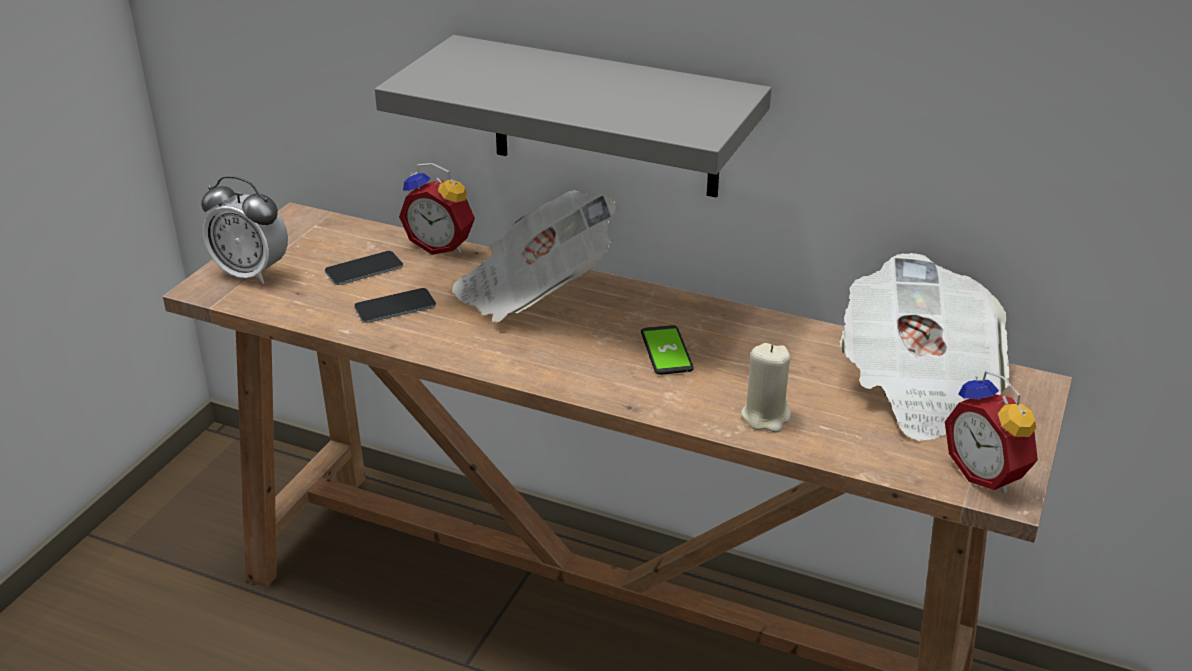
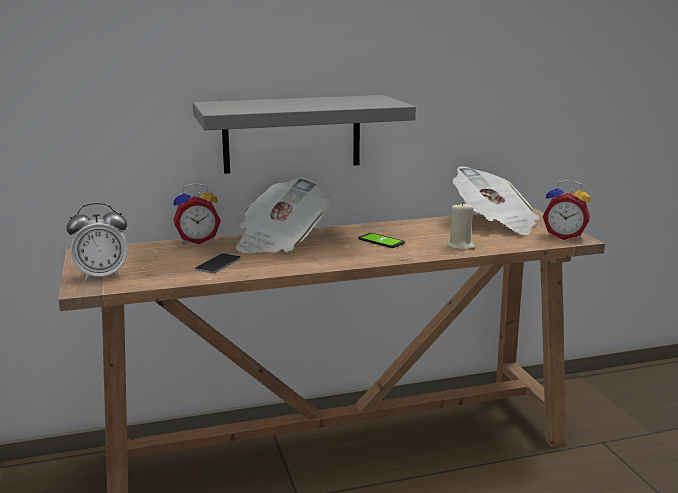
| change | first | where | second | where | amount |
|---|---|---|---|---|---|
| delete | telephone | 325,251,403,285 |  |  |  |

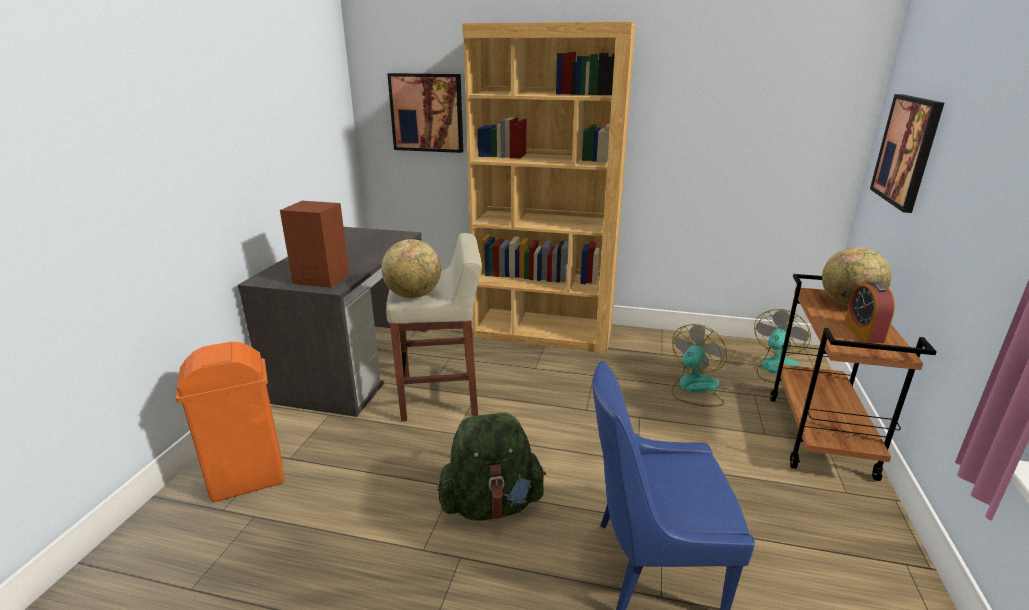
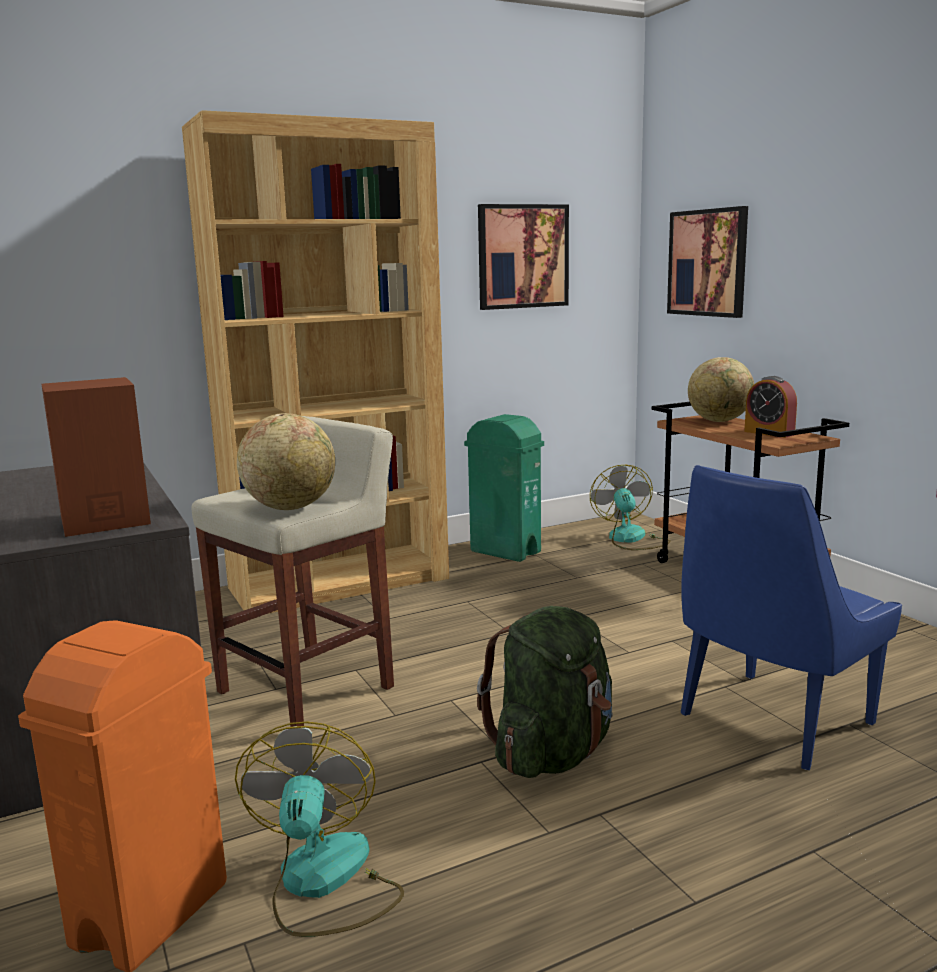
| change | first | where | second | where | amount |
|---|---|---|---|---|---|
| move | wall art | 387,73,463,153 |  | 478,204,569,310 |  |
| move | electric fan | 672,324,727,407 |  | 235,722,404,937 |  |
| insert |  |  | trash can in green | 464,414,544,562 |  |

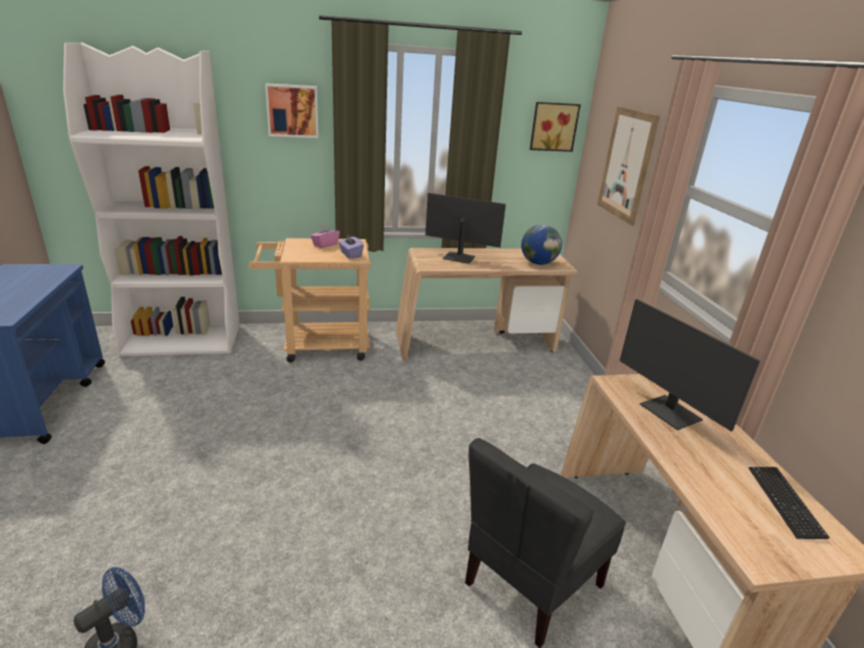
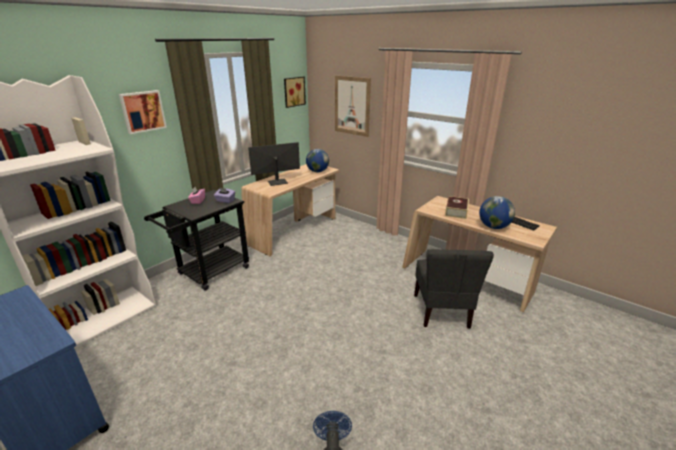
| change | first | where | second | where | amount |
|---|---|---|---|---|---|
| recolor | cart in beige | 248,238,372,363 | cart in black-coloured | 144,190,249,291 |  |
| replace | computer display | 620,299,760,431 | volume | 445,196,469,219 |  |
| insert |  |  | globe | 479,196,515,229 |  |

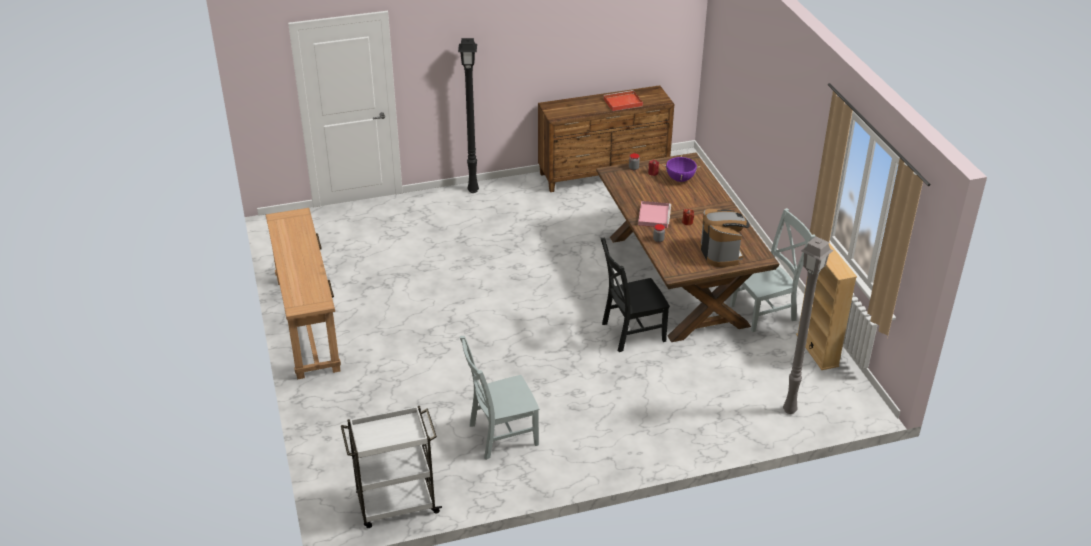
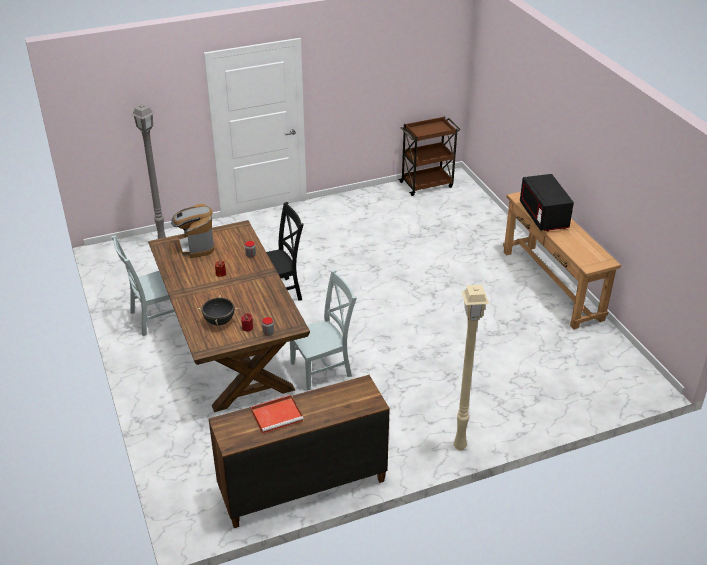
| change | first | where | second | where | amount |
|---|---|---|---|---|---|
| recolor | cart in whitish | 341,406,442,528 | cart in brownish | 398,117,461,196 |  |
| recolor | standing lamp in black-coloured | 458,38,479,193 | standing lamp in beige | 453,285,489,450 |  |
| move | plain chair in grey | 460,336,540,460 |  | 290,270,357,390 |  |
| delete | serving tray in pinkish | 638,201,671,228 |  |  |  |
| recolor | cooking pot in purple-coloured | 662,156,701,182 | cooking pot in black-coloured | 197,296,238,325 |  |
| delete | bookcase in beige | 796,243,857,370 |  |  |  |
| insert |  |  | kitchen microwave in black-coloured | 520,174,574,232 |  |

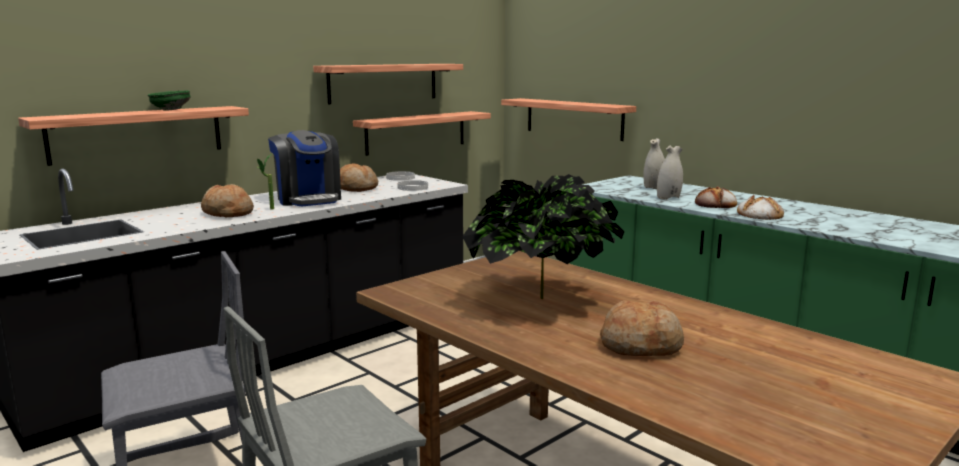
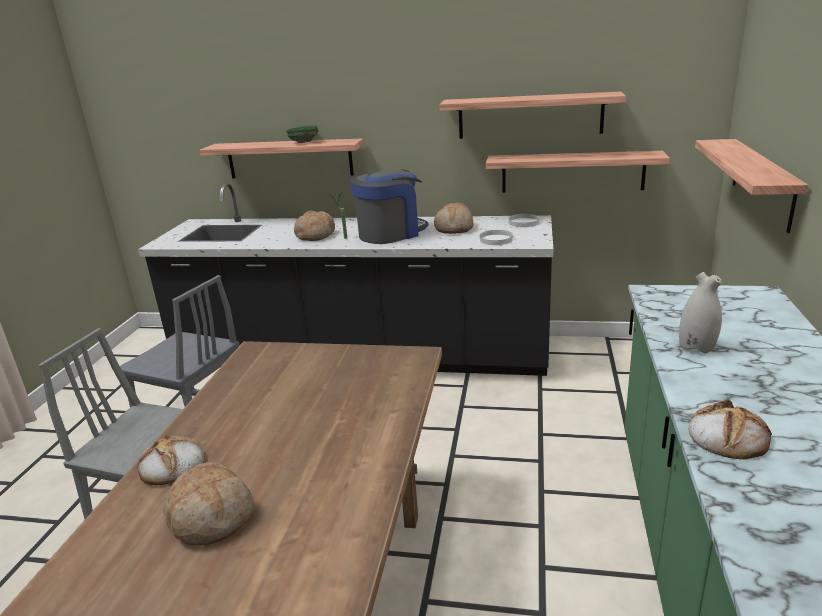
| change | first | where | second | where | amount |
|---|---|---|---|---|---|
| rotate | coffee brewer | 268,130,341,206 |  | 350,169,429,244 | 150 degrees counterclockwise |
| delete | plant in a pot | 462,174,625,299 |  |  |  |
| delete | vase in whitish | 643,138,665,189 |  |  |  |
| move | baked bread | 695,186,737,208 |  | 137,435,204,485 |  |

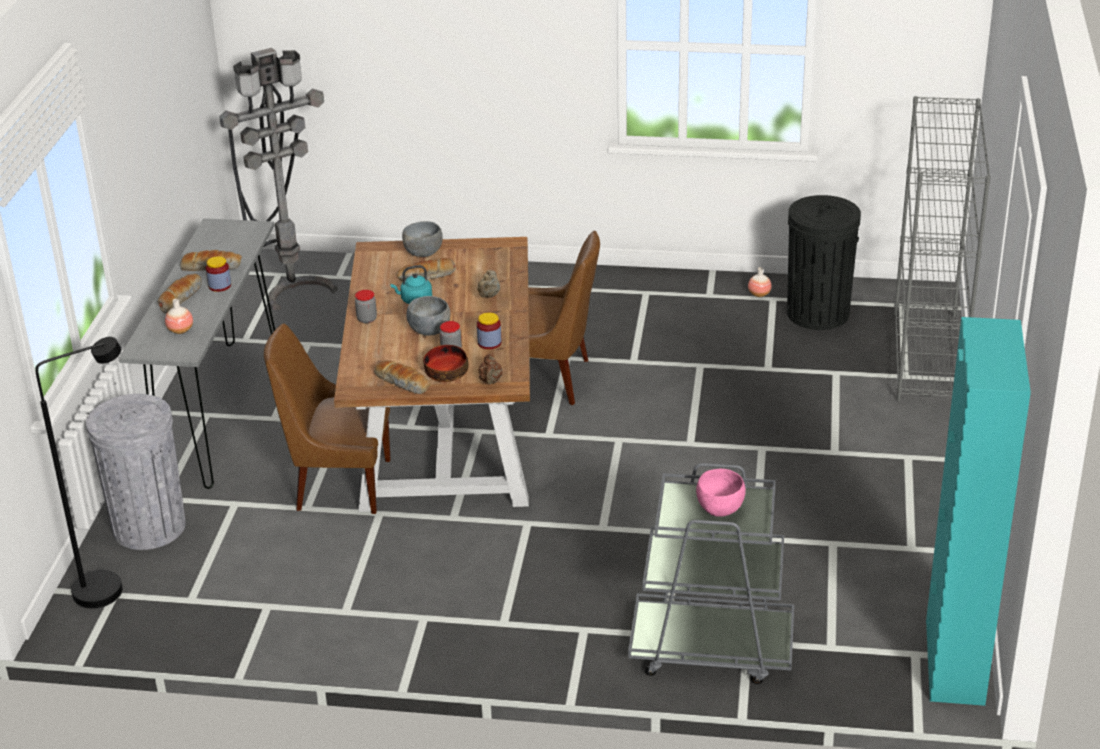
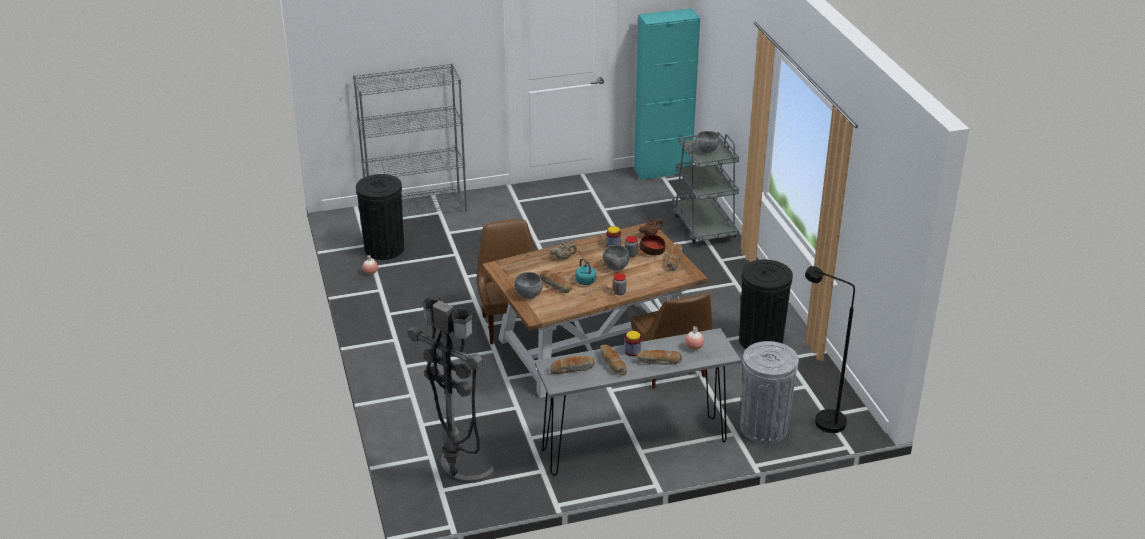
| change | first | where | second | where | amount |
|---|---|---|---|---|---|
| recolor | deep dish in pinkish | 696,469,746,517 | deep dish in grey | 695,131,719,153 |  |
| insert |  |  | baked bread | 550,356,595,374 |  |
| insert |  |  | trash can in black-coloured | 739,259,793,349 |  |

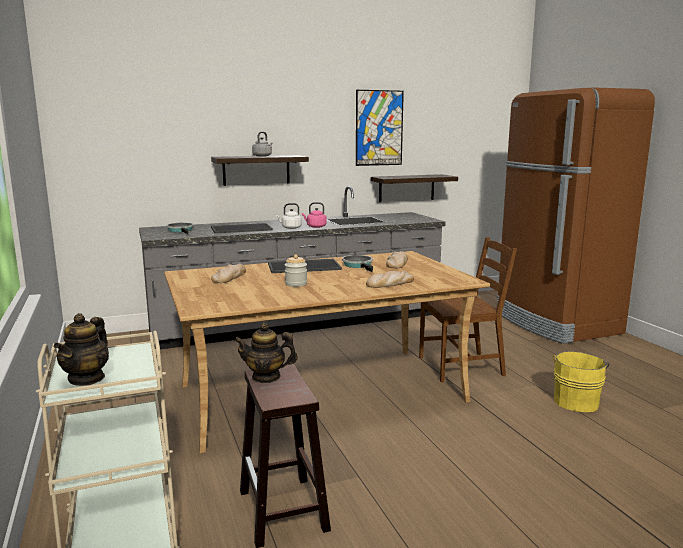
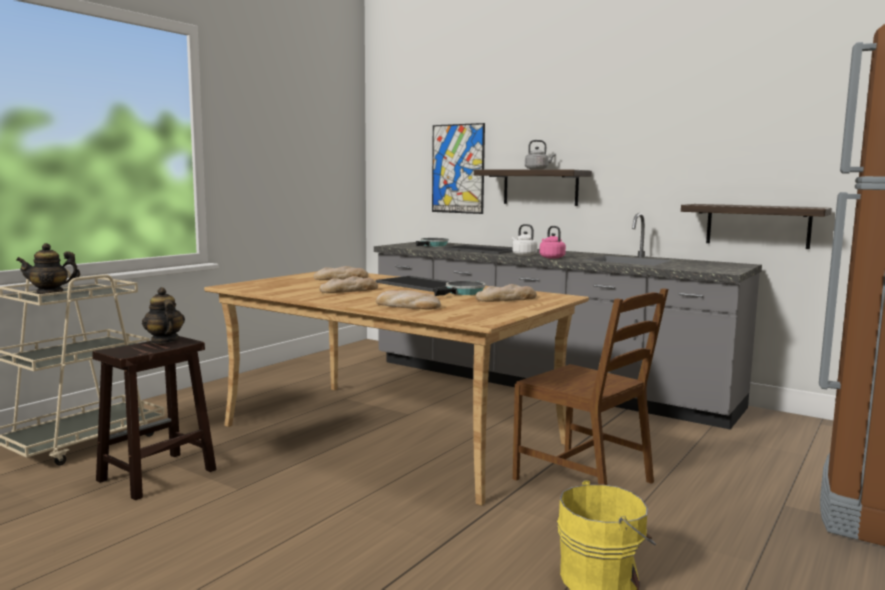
| change | first | where | second | where | amount |
|---|---|---|---|---|---|
| replace | preserve jar | 285,255,307,287 | baked bread | 319,276,378,293 |  |
| move | wall art | 356,90,404,166 |  | 432,123,485,214 |  |

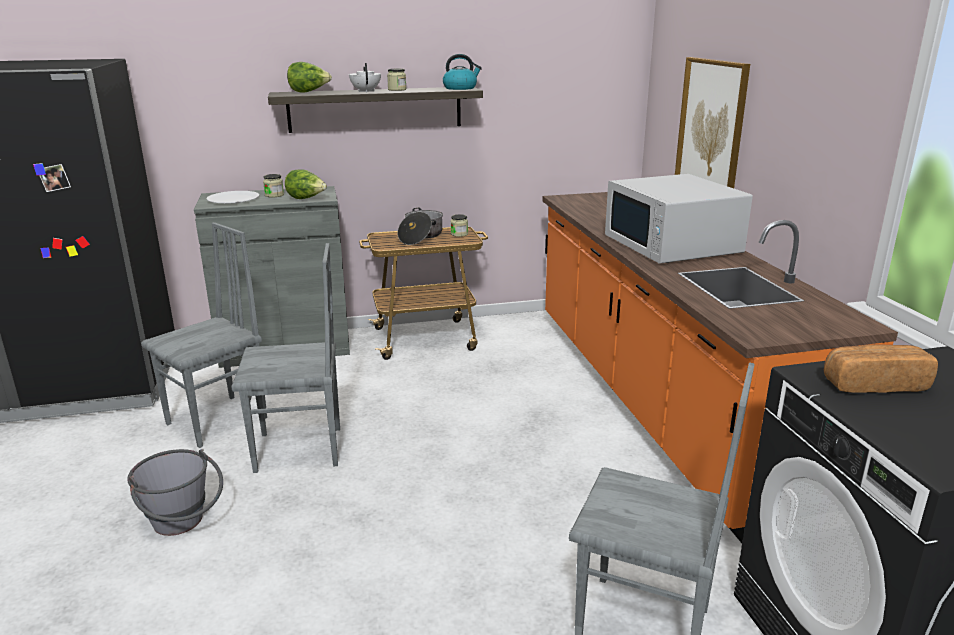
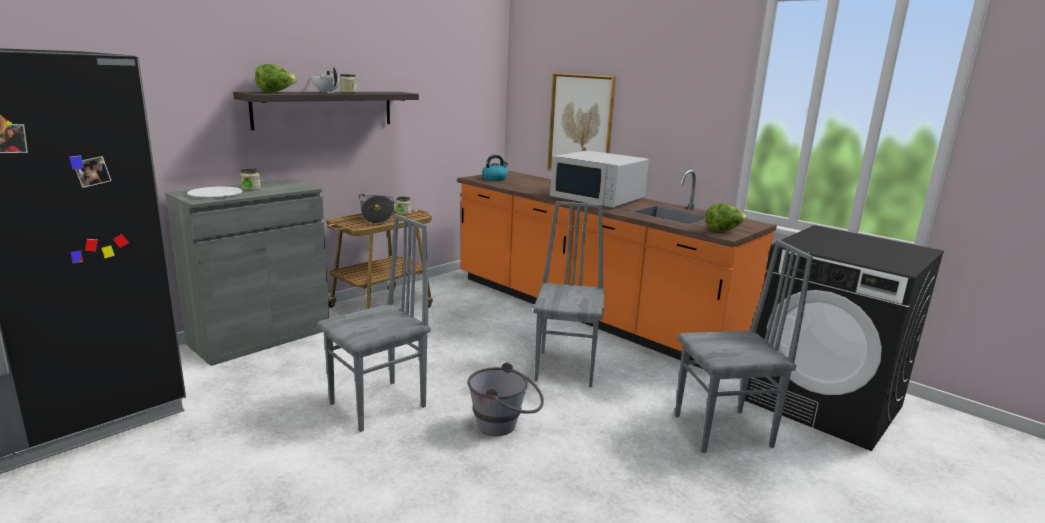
| change | first | where | second | where | amount |
|---|---|---|---|---|---|
| move | water bucket in grey | 127,449,223,536 |  | 467,362,544,436 |  |
| move | plain chair in grey | 141,222,267,448 |  | 533,201,604,387 |  |
| move | head of lettuce | 285,169,327,199 |  | 705,203,747,232 |  |
| move | kettle | 443,54,482,90 |  | 482,155,508,181 |  |
| delete | baked bread | 824,344,938,393 |  |  |  |

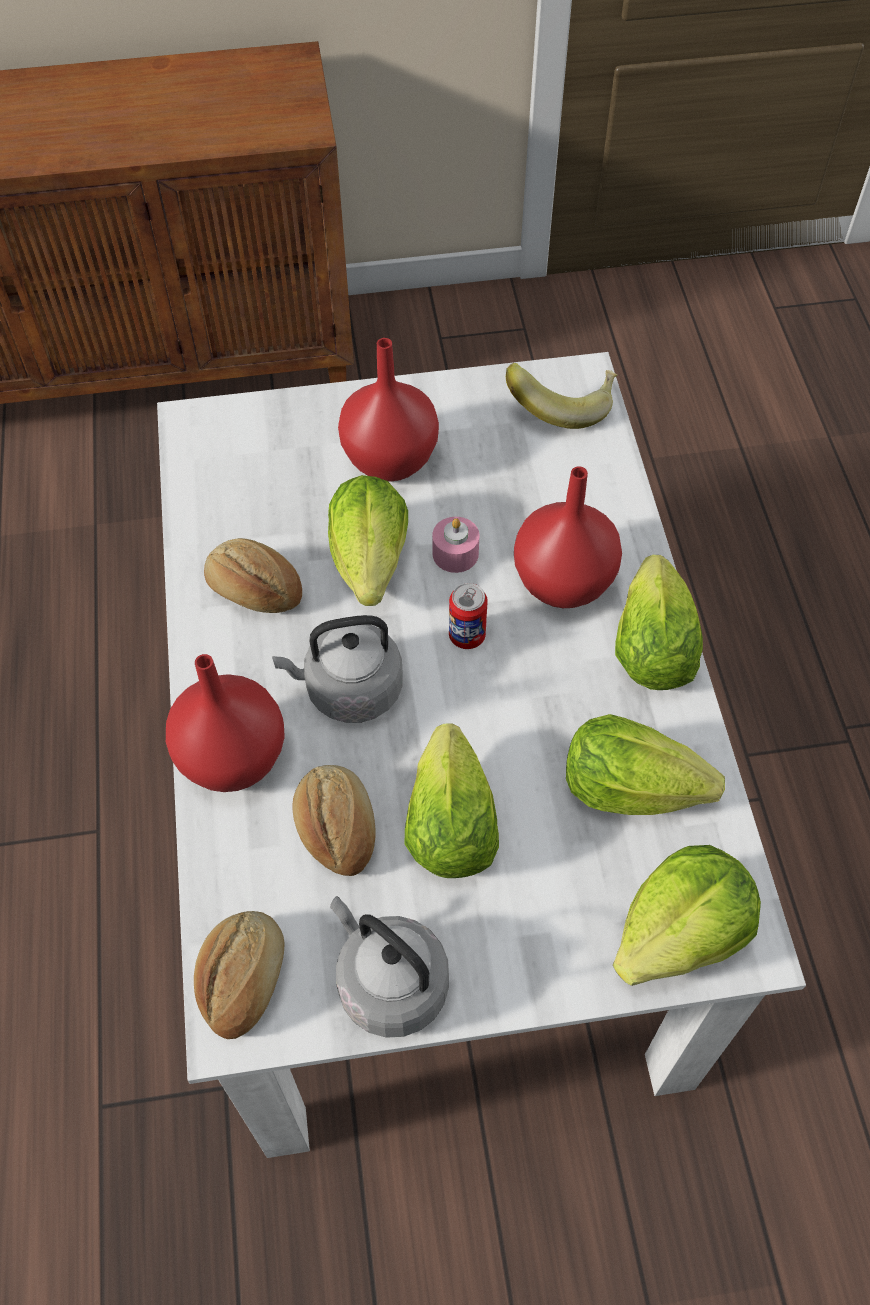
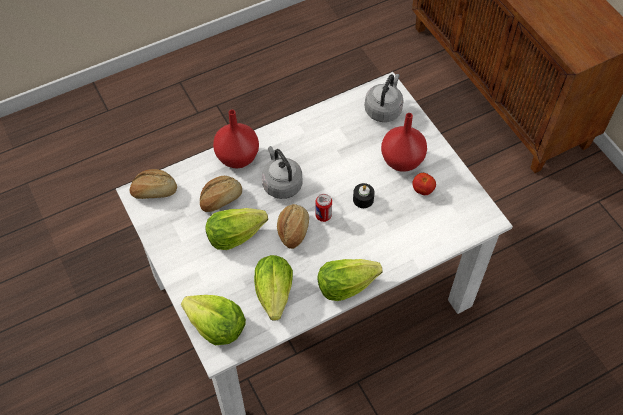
| change | first | where | second | where | amount |
|---|---|---|---|---|---|
| move | baked bread | 204,538,302,613 |  | 277,204,309,249 |  |
| delete | head of lettuce | 328,475,408,606 |  |  |  |
| move | kettle in grey | 330,896,449,1038 |  | 365,74,403,122 |  |
| recolor | wax candle in pinkish | 432,517,480,573 | wax candle in black-coloured | 353,183,375,208 |  |
| delete | banana | 506,363,617,429 |  |  |  |
| delete | vase in reddish | 514,466,622,608 |  |  |  |
| insert |  |  | whole tomato | 412,173,436,195 |  |

